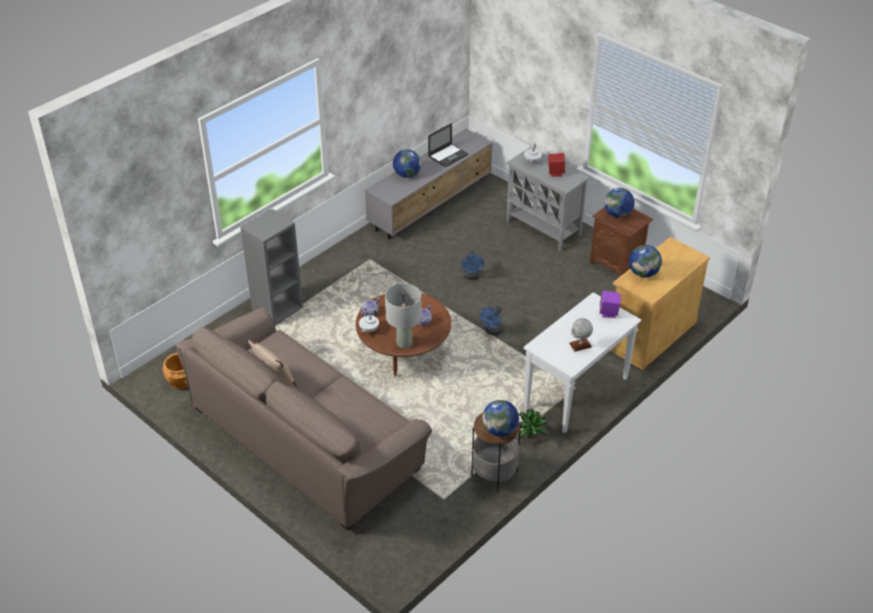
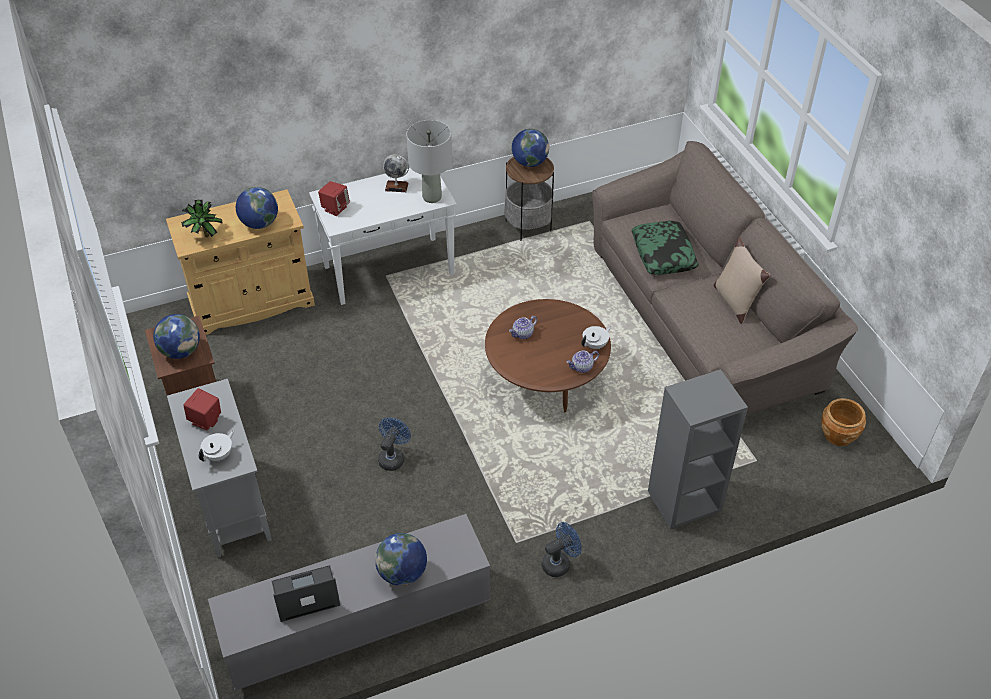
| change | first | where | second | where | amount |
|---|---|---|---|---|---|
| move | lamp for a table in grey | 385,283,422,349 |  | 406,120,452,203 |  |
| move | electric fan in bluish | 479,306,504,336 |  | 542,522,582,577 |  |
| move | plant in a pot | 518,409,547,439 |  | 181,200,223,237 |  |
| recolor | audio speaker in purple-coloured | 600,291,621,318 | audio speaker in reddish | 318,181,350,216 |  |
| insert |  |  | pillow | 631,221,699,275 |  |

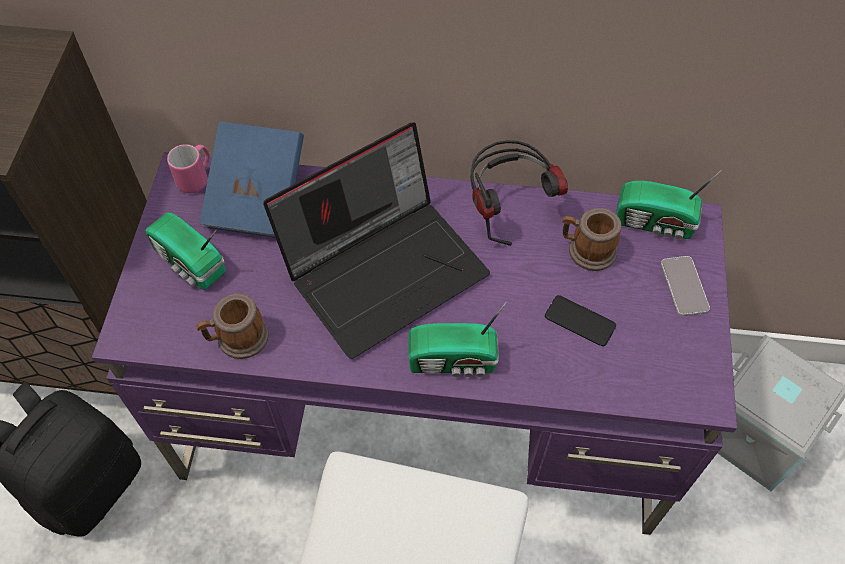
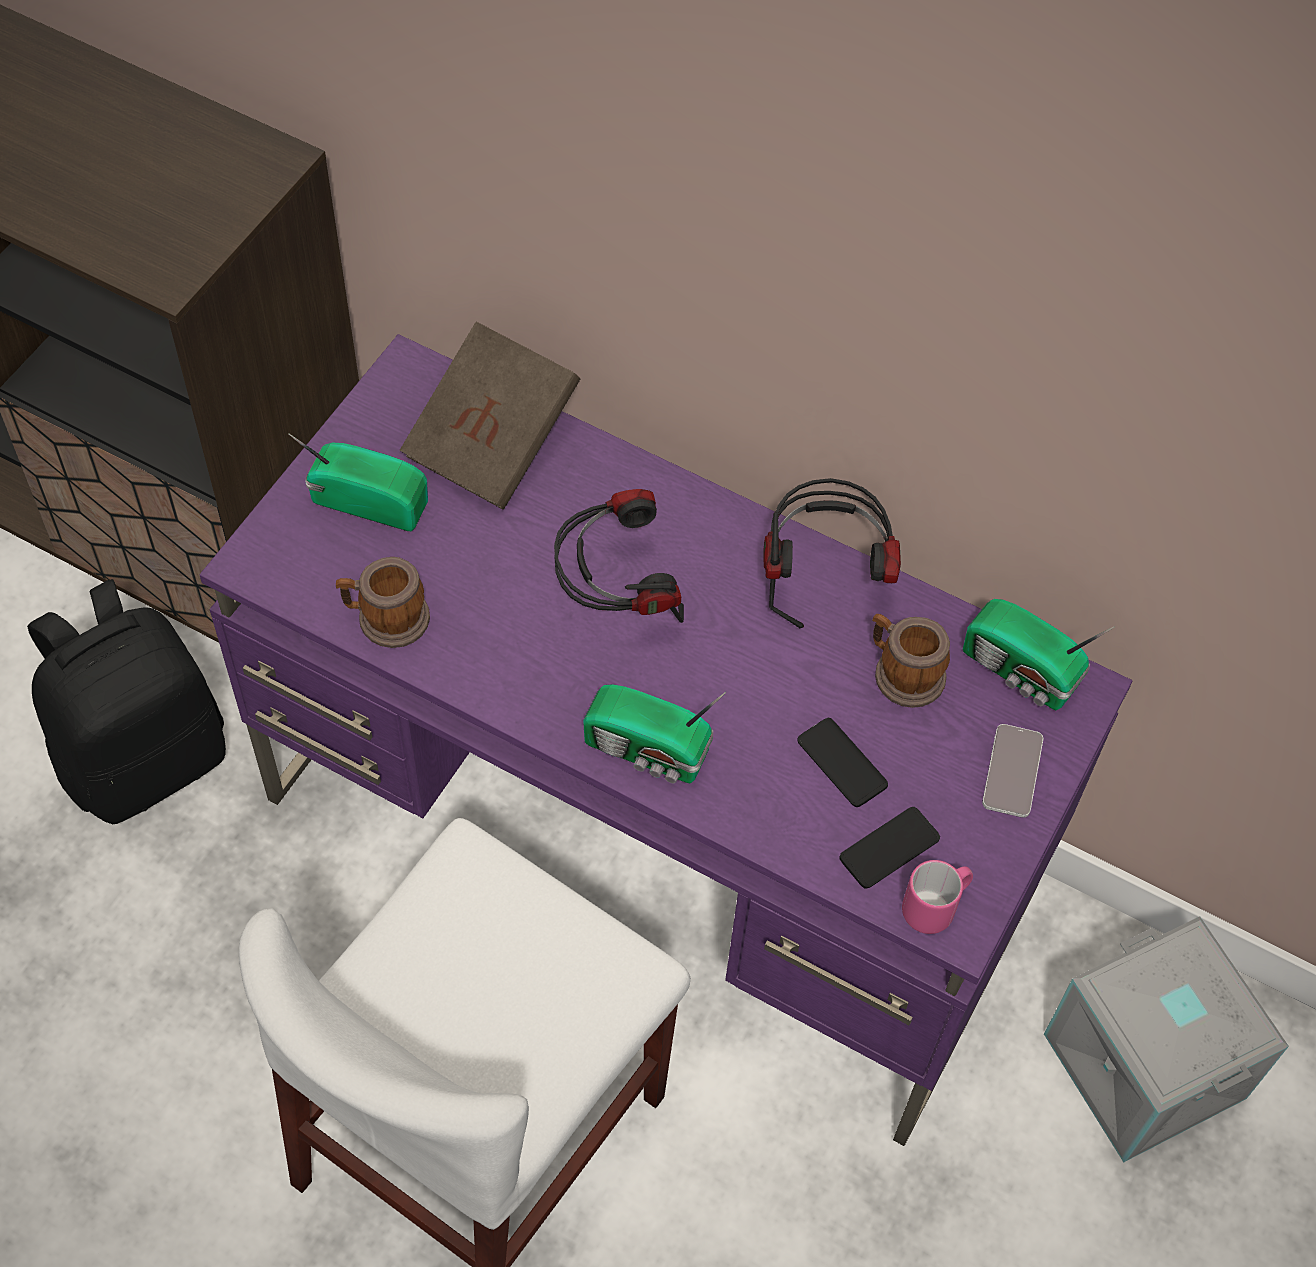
| change | first | where | second | where | amount |
|---|---|---|---|---|---|
| rotate | radio | 145,212,226,290 |  | 288,433,428,531 | 135 degrees clockwise |
| move | tea mug in pinkish | 167,144,210,193 |  | 902,860,973,934 |  |
| recolor | volume in bluish | 199,121,304,238 | volume in brownish | 400,322,580,510 |  |
| replace | portable computer | 264,122,490,359 | headset | 554,489,684,623 |  |
| insert |  |  | telephone | 839,807,940,888 |  |

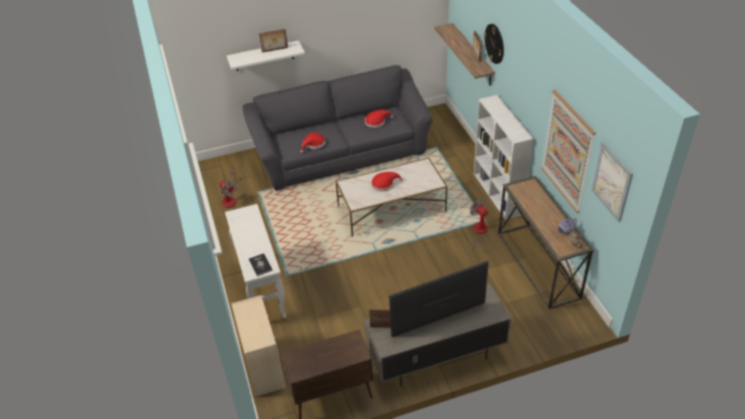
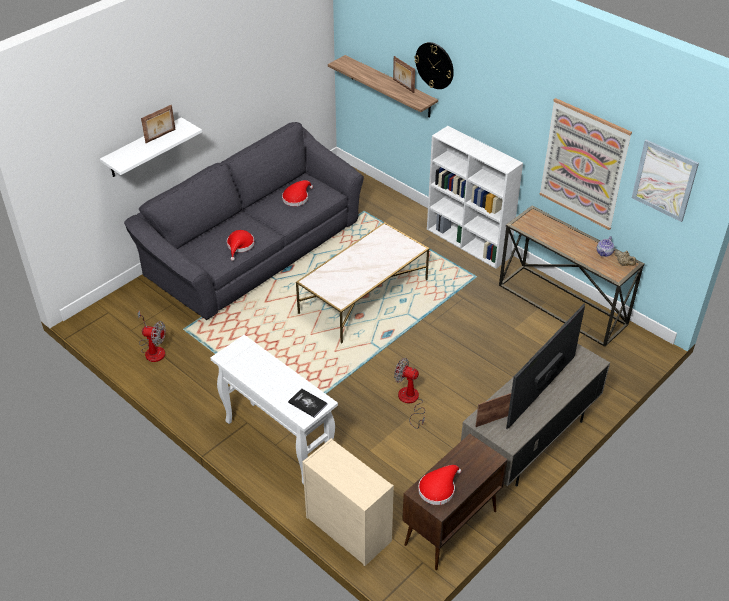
| change | first | where | second | where | amount |
|---|---|---|---|---|---|
| move | clothing hat in reddish | 371,172,403,191 |  | 418,465,461,505 |  |
| move | electric fan | 470,199,488,250 |  | 394,358,425,429 |  |

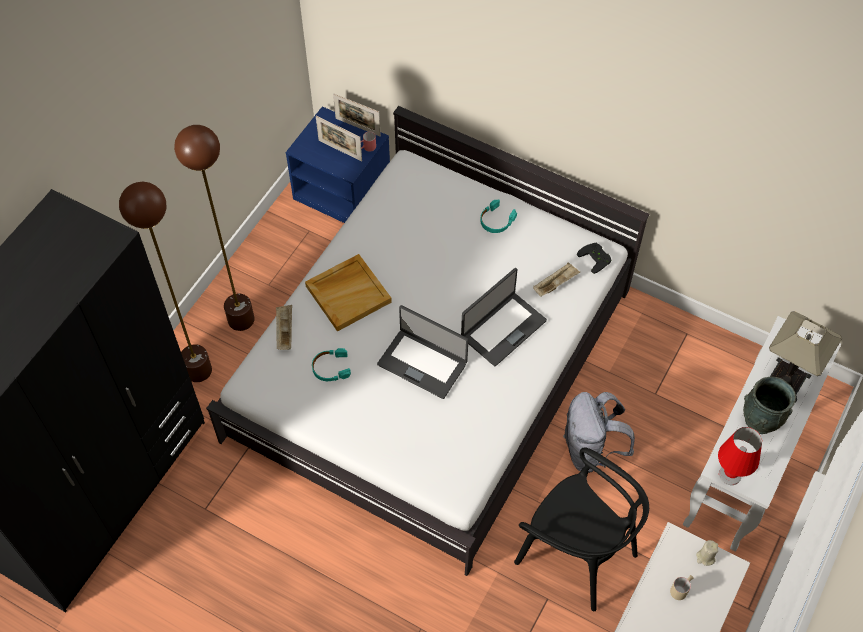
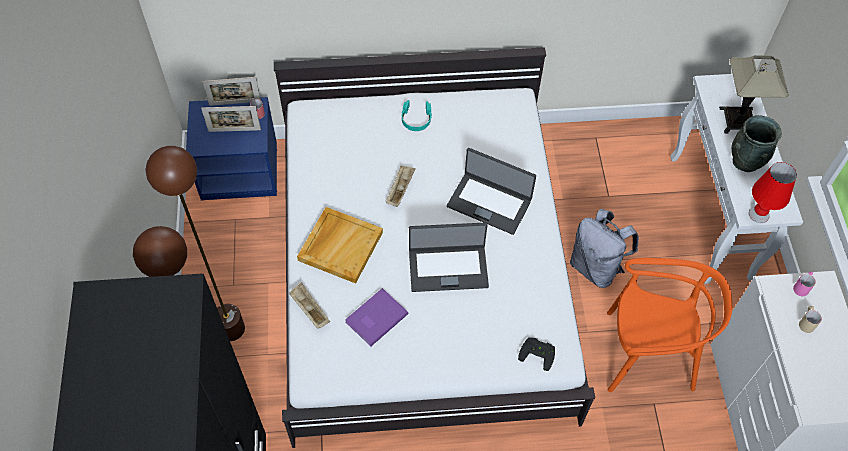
| change | first | where | second | where | amount |
|---|---|---|---|---|---|
| replace | headset in turquoise | 312,348,351,381 | volume in purple-coloured | 345,288,409,346 |  |
| rotate | portable computer | 461,268,547,366 |  | 447,148,536,235 | 105 degrees clockwise |
| recolor | plain chair in black-coloured | 514,447,649,611 | plain chair in orangey | 607,258,732,392 |  |
| move | serving tray in beige | 533,263,580,297 |  | 386,166,416,207 |  |
| move | game controller in black-coloured | 577,243,611,274 |  | 518,337,555,371 |  |
| replace | wax candle in beige | 696,540,718,566 | tea mug in pinkish | 793,271,816,296 |  |

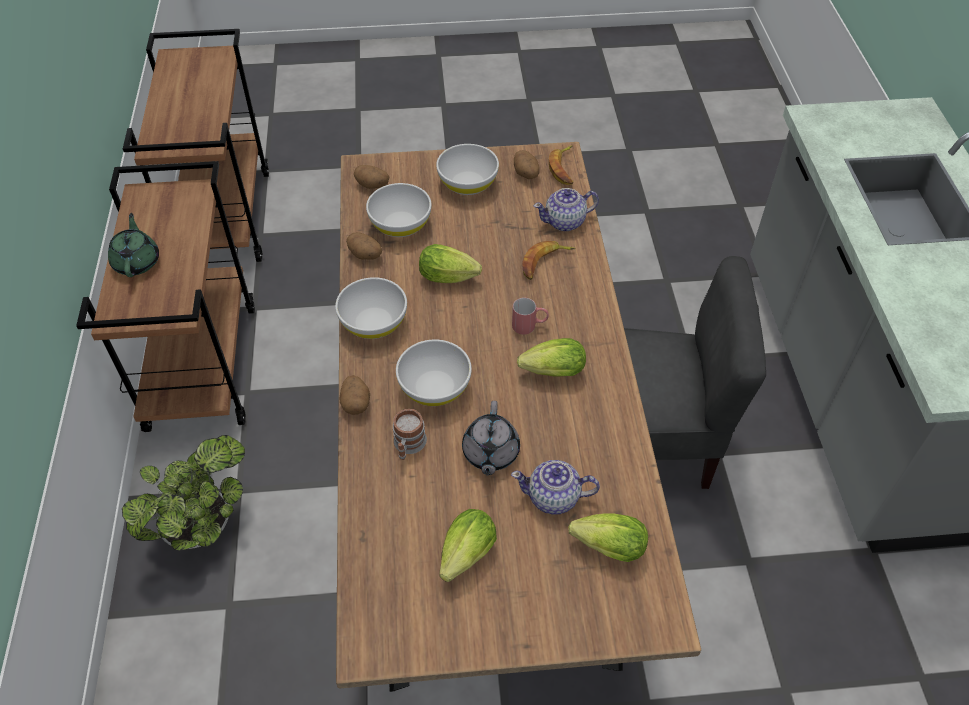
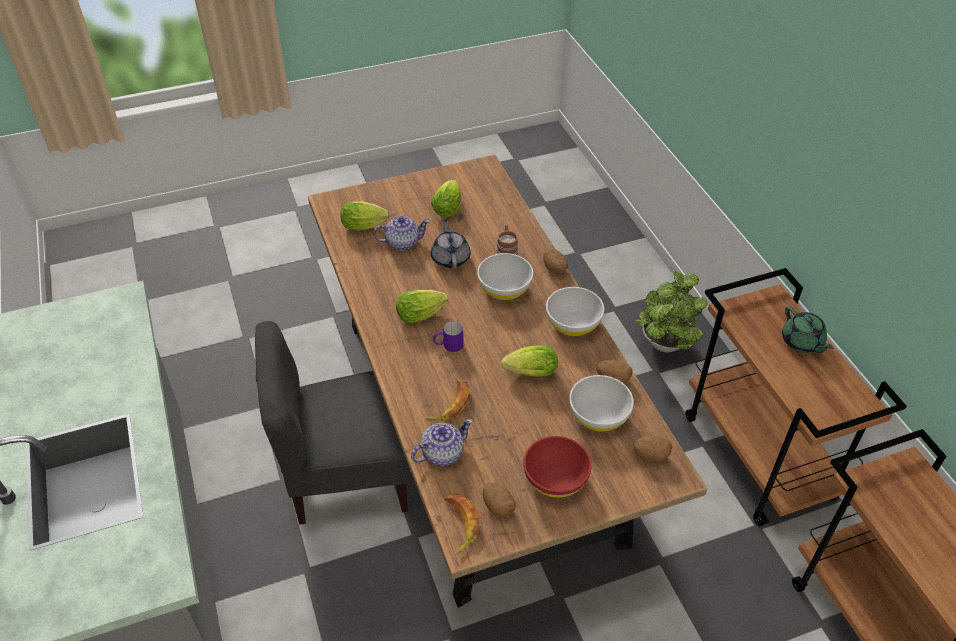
| change | first | where | second | where | amount |
|---|---|---|---|---|---|
| recolor | deep dish in whitish | 436,144,499,195 | deep dish in reddish | 523,436,592,498 |  |
| recolor | tea mug in reddish | 512,298,549,335 | tea mug in purple-coloured | 433,321,463,352 |  |

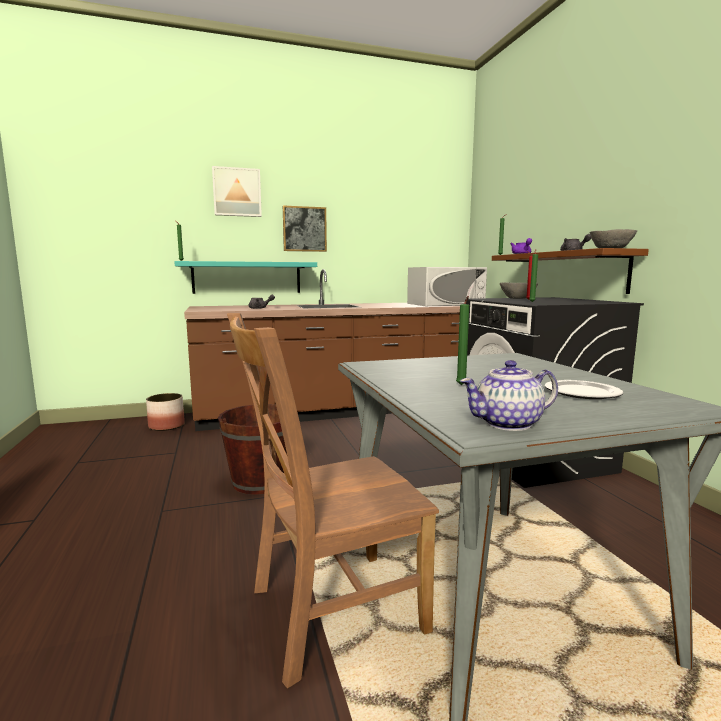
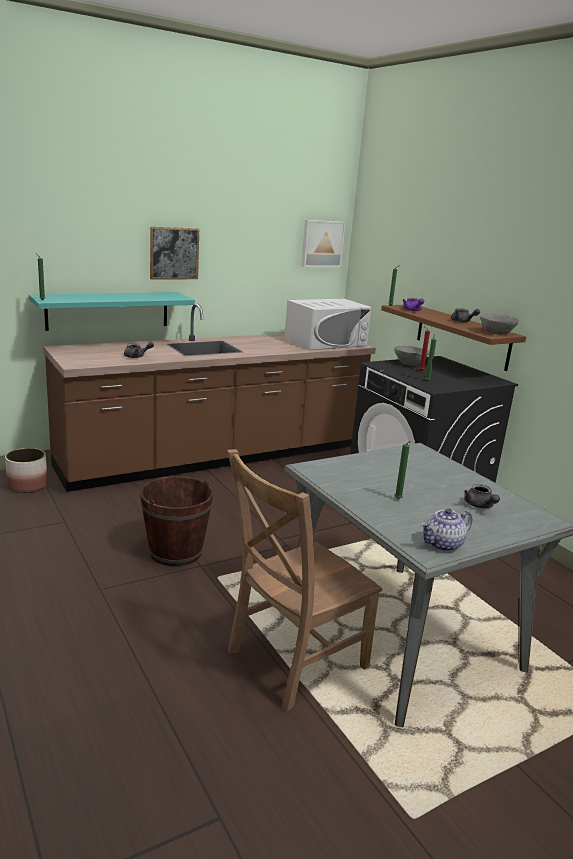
| change | first | where | second | where | amount |
|---|---|---|---|---|---|
| move | wall art | 212,166,262,217 |  | 301,220,346,267 |  |
| replace | plate | 545,380,623,399 | teapot in grey | 464,484,500,508 |  |

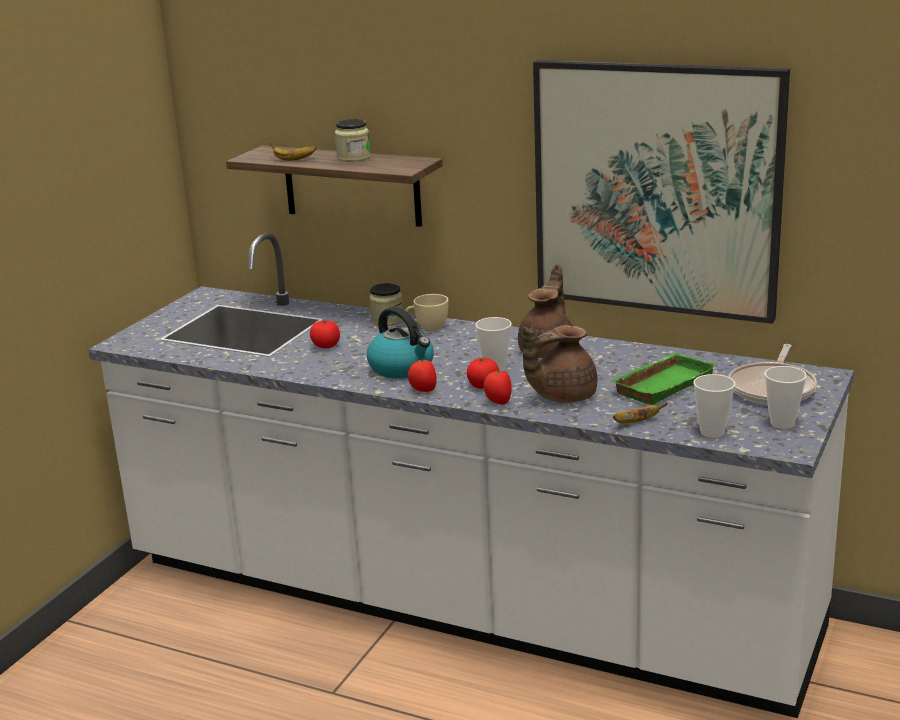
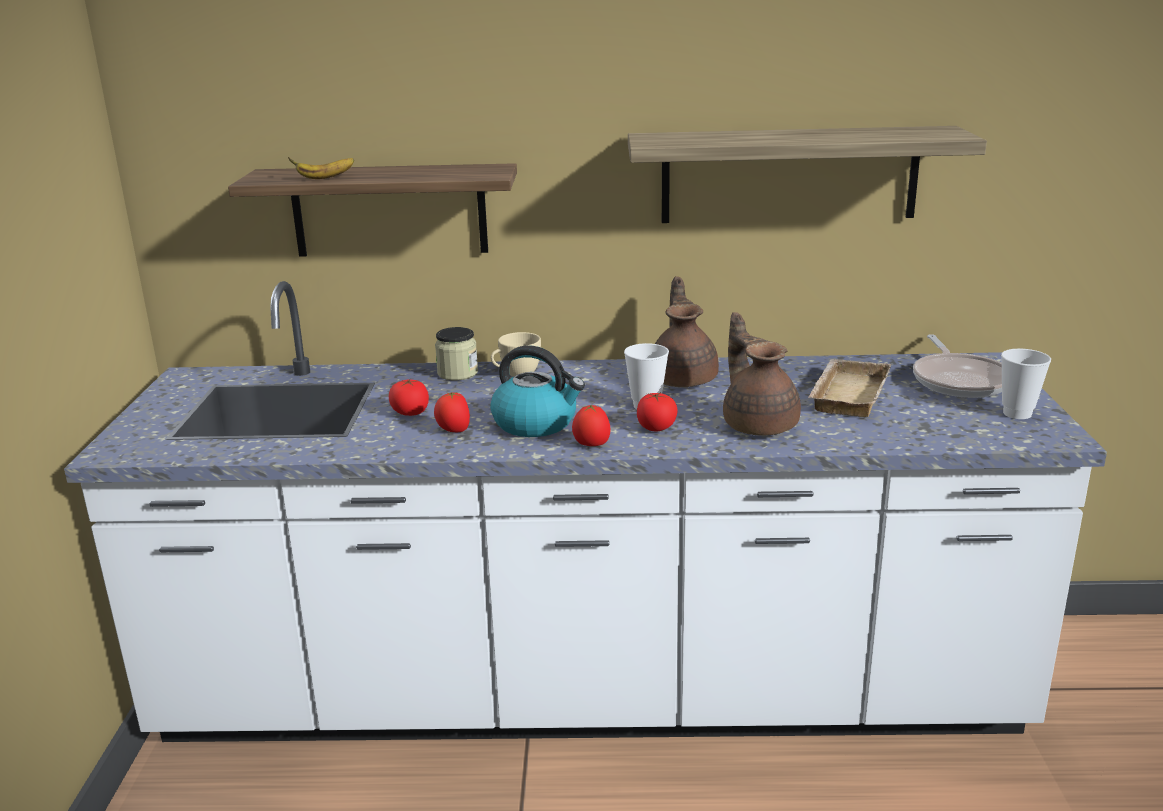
| change | first | where | second | where | amount |
|---|---|---|---|---|---|
| delete | preserve jar | 335,119,371,162 |  |  |  |
| move | whole tomato | 484,370,512,404 |  | 434,392,470,432 |  |
| rotate | teapot in brownish | 523,325,598,403 |  | 723,312,801,436 | 120 degrees clockwise |
| replace | wall art | 533,60,790,324 | wall shelf | 628,126,987,223 |  |
| recolor | serving tray in green | 610,353,717,405 | serving tray in beige | 809,359,891,417 |  |
| delete | banana | 613,403,667,424 |  |  |  |
| delete | drinking cup | 693,374,735,438 |  |  |  |

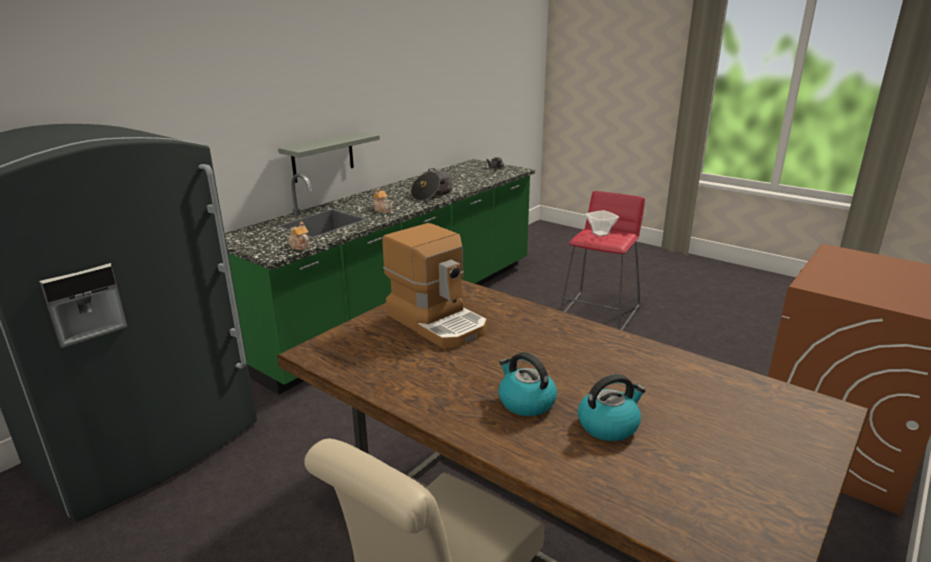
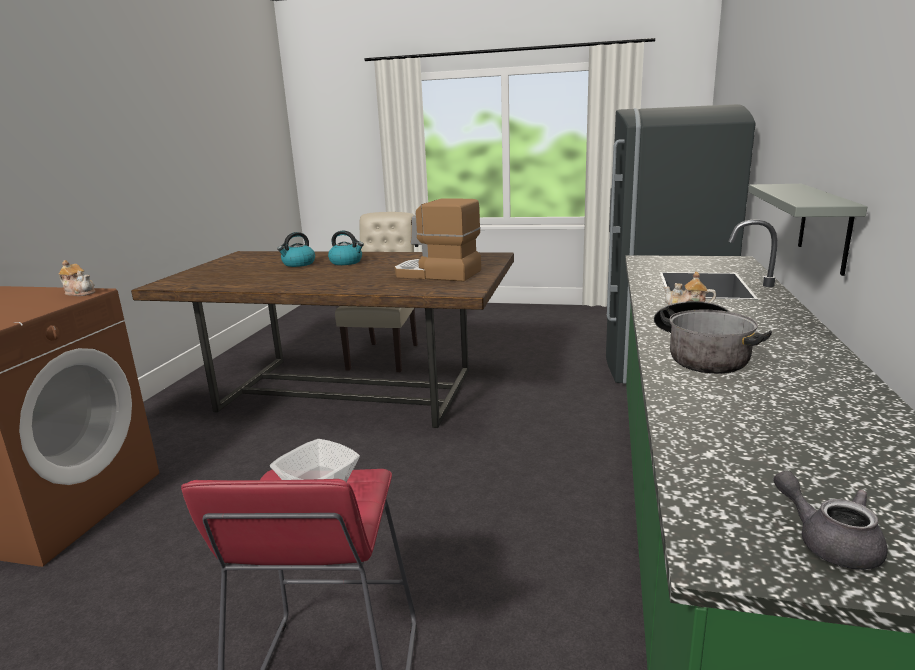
| change | first | where | second | where | amount |
|---|---|---|---|---|---|
| move | teapot | 289,221,310,250 |  | 58,260,95,296 |  |

